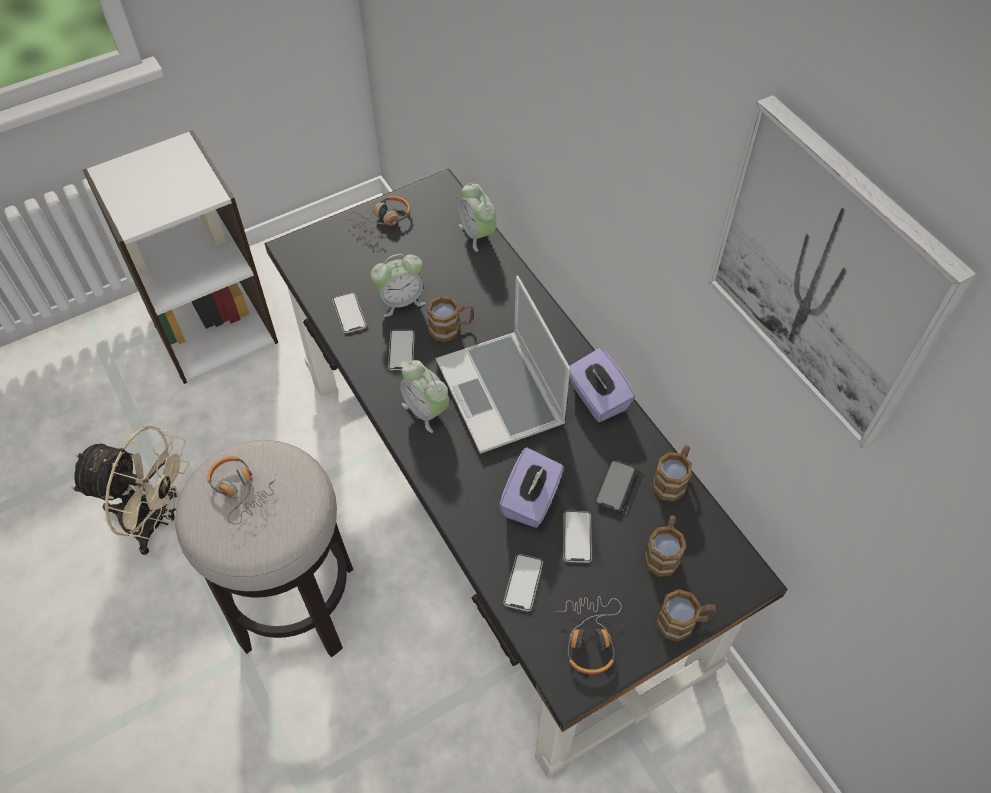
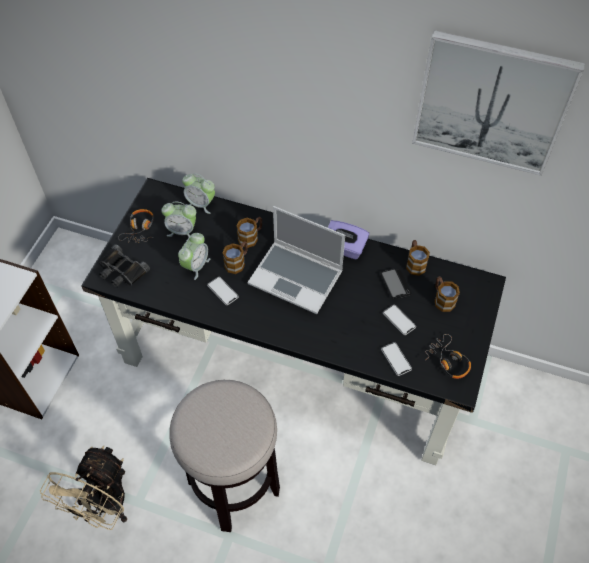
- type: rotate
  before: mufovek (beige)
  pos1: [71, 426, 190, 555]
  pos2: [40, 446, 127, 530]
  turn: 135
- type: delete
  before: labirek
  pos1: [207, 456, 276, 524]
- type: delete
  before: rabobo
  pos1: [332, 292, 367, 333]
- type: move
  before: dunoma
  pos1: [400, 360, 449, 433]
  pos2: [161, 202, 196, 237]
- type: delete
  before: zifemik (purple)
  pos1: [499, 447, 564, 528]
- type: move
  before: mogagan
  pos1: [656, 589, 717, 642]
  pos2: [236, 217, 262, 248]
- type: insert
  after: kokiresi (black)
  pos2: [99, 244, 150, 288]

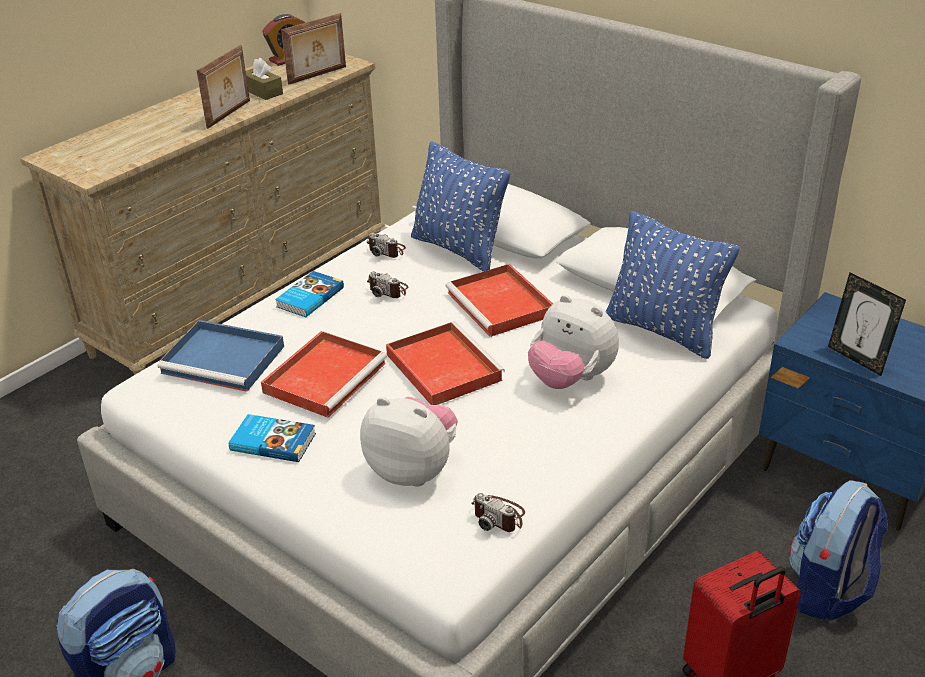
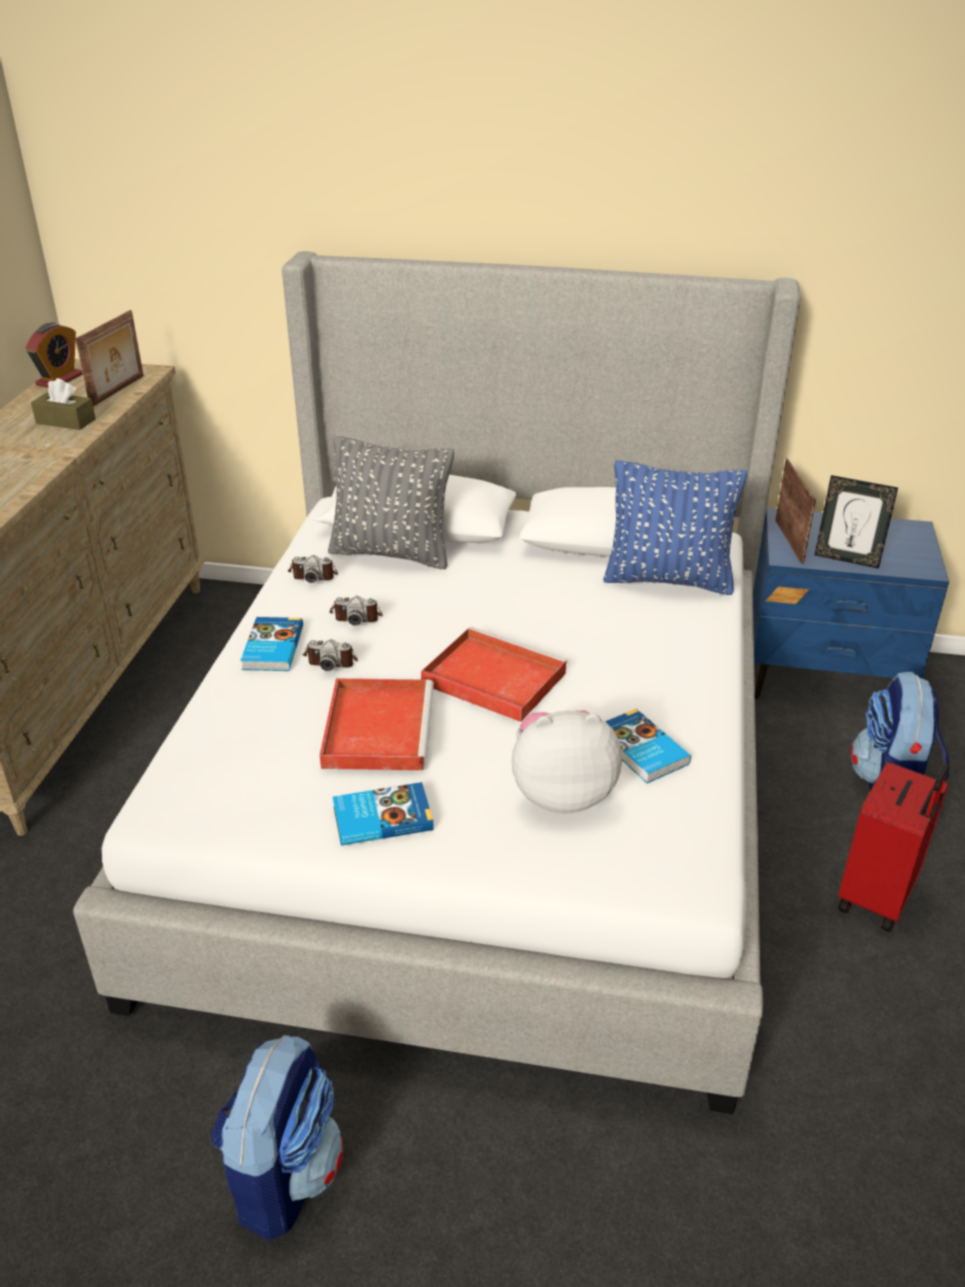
- type: delete
  before: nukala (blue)
  pos1: [158, 320, 284, 392]
- type: move
  before: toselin
  pos1: [196, 45, 250, 129]
  pos2: [775, 458, 816, 565]
- type: recolor
  before: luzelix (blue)
  after: luzelix (grey)
  pos1: [411, 141, 510, 271]
  pos2: [328, 436, 454, 569]
- type: delete
  before: nukala (red)
  pos1: [445, 264, 553, 337]
- type: move
  before: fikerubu
  pos1: [472, 493, 525, 532]
  pos2: [303, 639, 358, 671]
- type: delete
  before: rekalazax
  pos1: [528, 295, 619, 389]
- type: insert
  after: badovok
  pos2: [605, 709, 691, 783]

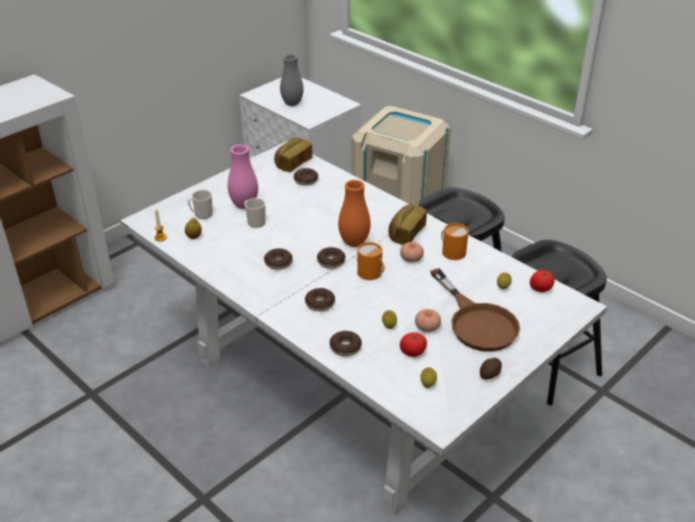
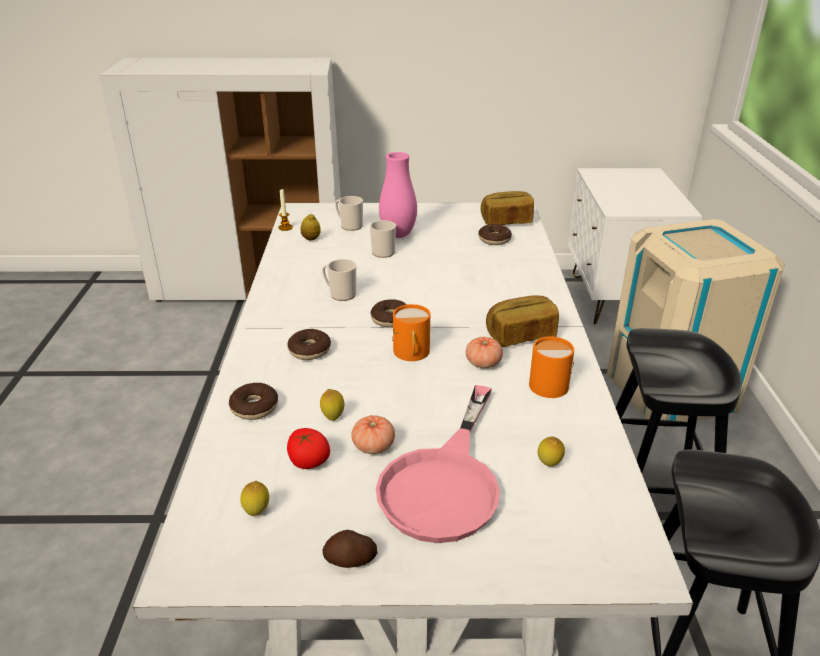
- type: replace
  before: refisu
  after: mogagan
  pos1: [264, 248, 293, 270]
  pos2: [322, 259, 356, 301]
- type: delete
  before: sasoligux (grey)
  pos1: [280, 54, 303, 106]
- type: delete
  before: sasoligux (orange)
  pos1: [338, 180, 371, 247]
- type: recolor
  before: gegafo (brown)
  after: gegafo (pink)
  pos1: [430, 268, 520, 352]
  pos2: [376, 385, 500, 543]
- type: delete
  before: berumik
  pos1: [530, 270, 555, 292]

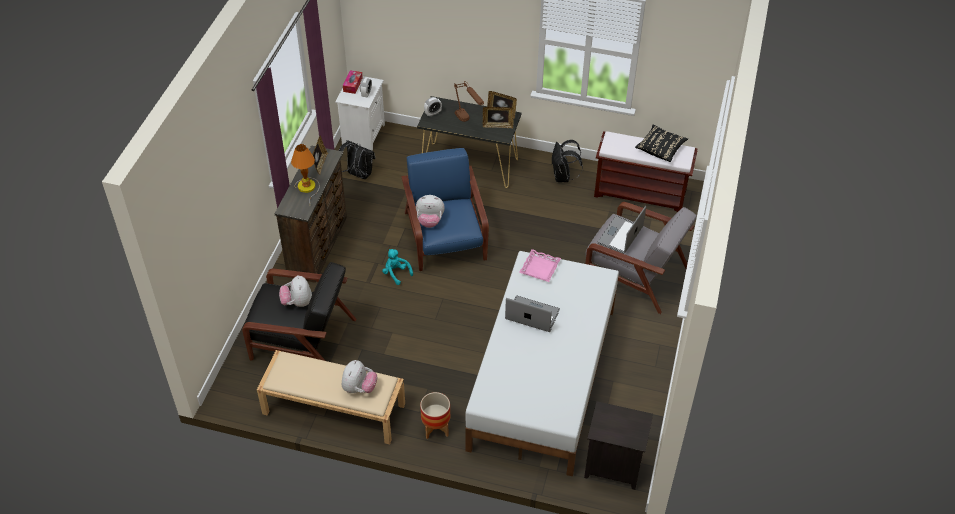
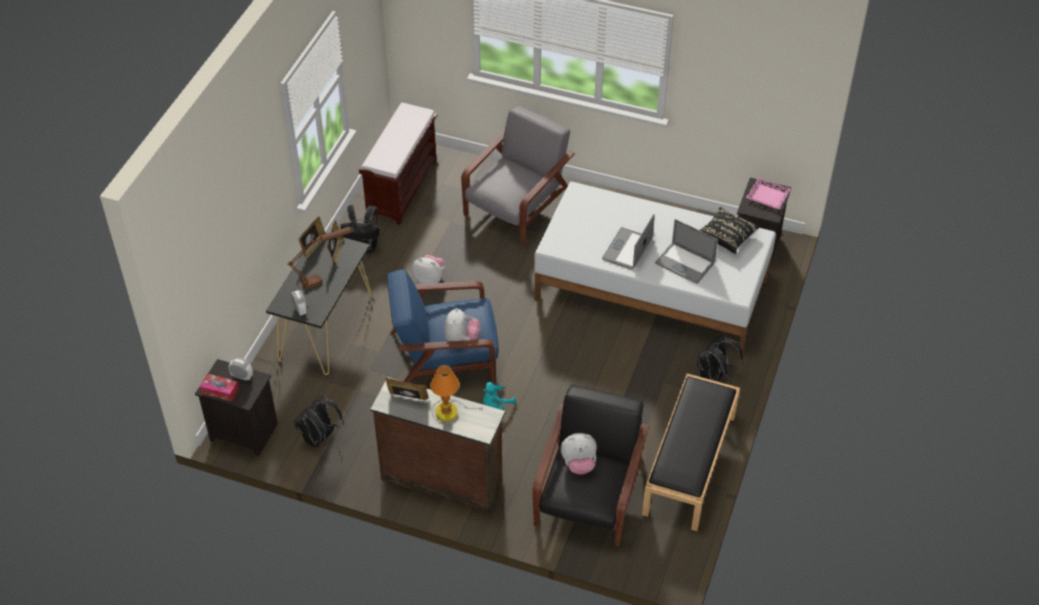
- type: recolor
  before: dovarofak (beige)
  after: dovarofak (black)
  pos1: [257, 350, 405, 444]
  pos2: [642, 373, 740, 531]
- type: recolor
  before: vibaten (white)
  after: vibaten (black)
  pos1: [335, 76, 385, 150]
  pos2: [195, 359, 278, 456]
- type: move
  before: rekalazax
  pos1: [342, 360, 377, 393]
  pos2: [412, 255, 445, 284]
- type: replace
  before: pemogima
  after: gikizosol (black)
  pos1: [420, 392, 450, 439]
  pos2: [697, 334, 743, 383]
- type: move
  before: nukala (pink)
  pos1: [519, 249, 561, 282]
  pos2: [746, 177, 791, 209]
- type: move
  before: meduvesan
  pos1: [597, 206, 646, 254]
  pos2: [655, 219, 718, 284]
- type: move
  before: luzelix (black)
  pos1: [635, 125, 688, 162]
  pos2: [700, 207, 759, 254]

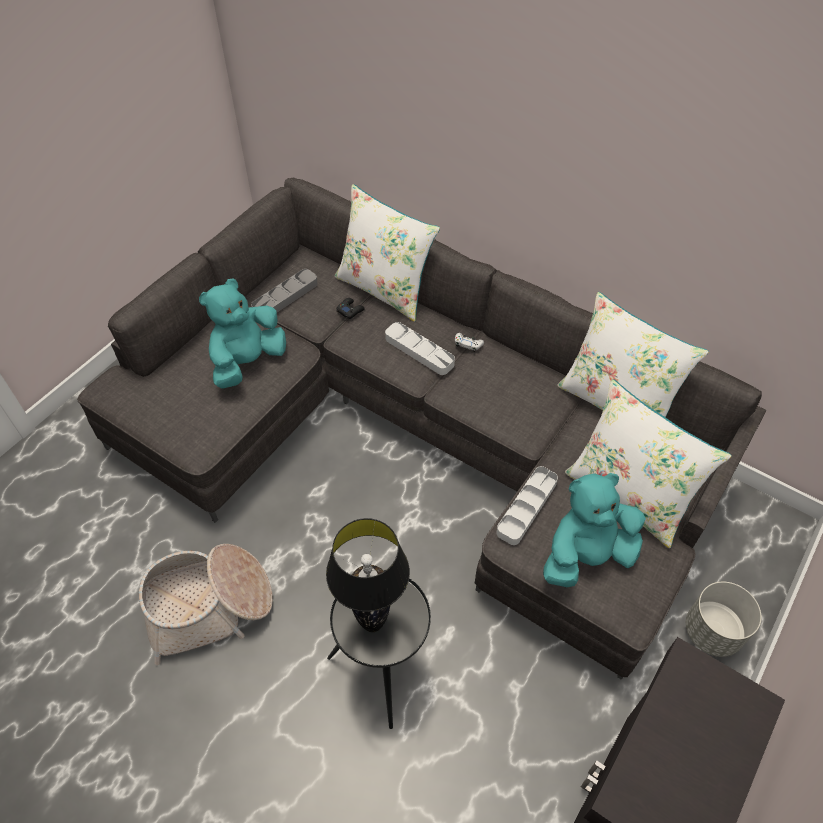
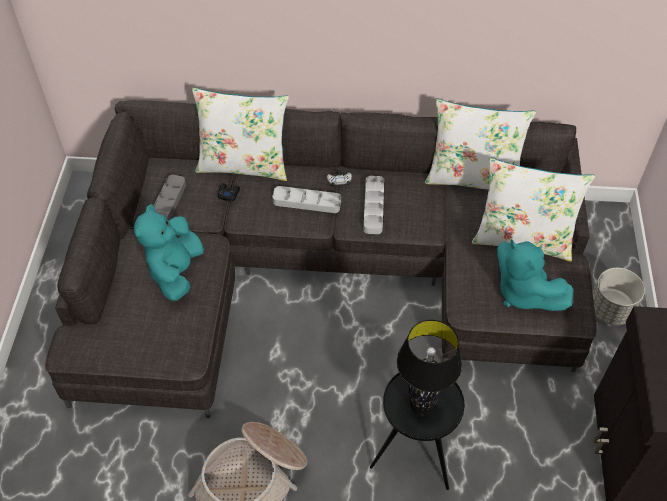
- type: move
  before: nukala (grey)
  pos1: [496, 466, 558, 545]
  pos2: [363, 176, 384, 234]
- type: rotate
  before: rekalazax (turquoise)
  pos1: [543, 473, 646, 587]
  pos2: [497, 239, 573, 311]
  turn: -75

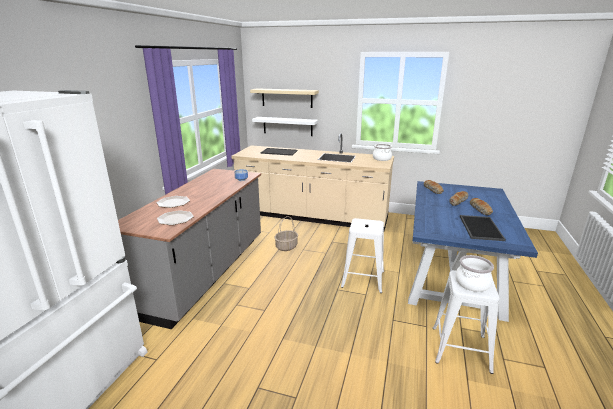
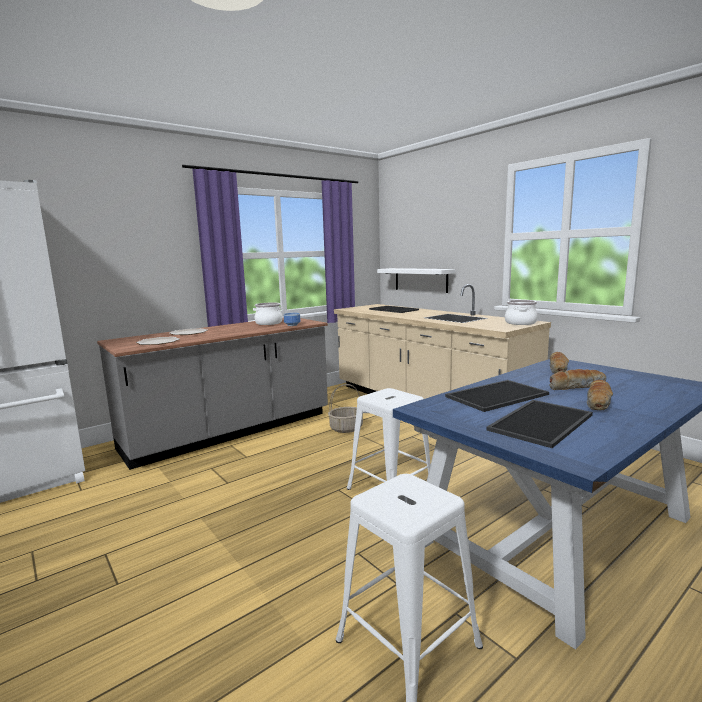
- type: delete
  before: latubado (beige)
  pos1: [250, 88, 319, 108]
- type: move
  before: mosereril
  pos1: [455, 255, 494, 292]
  pos2: [253, 302, 283, 325]
- type: insert
  after: nukala
  pos2: [445, 380, 549, 412]

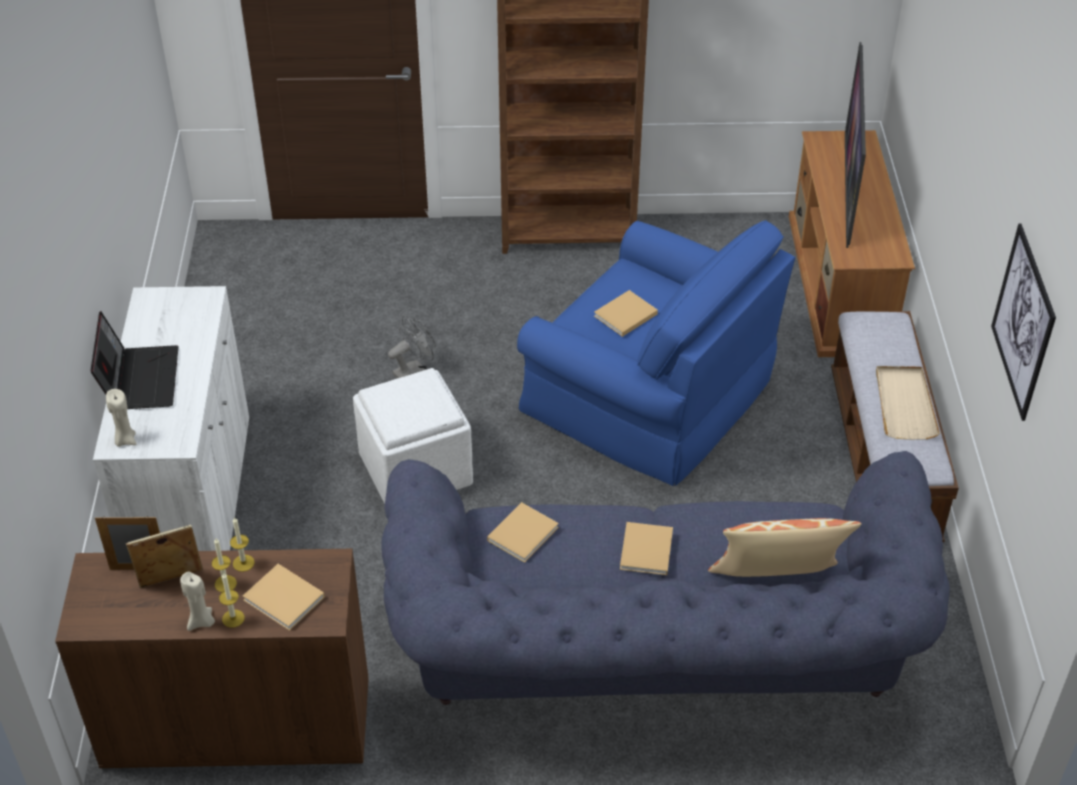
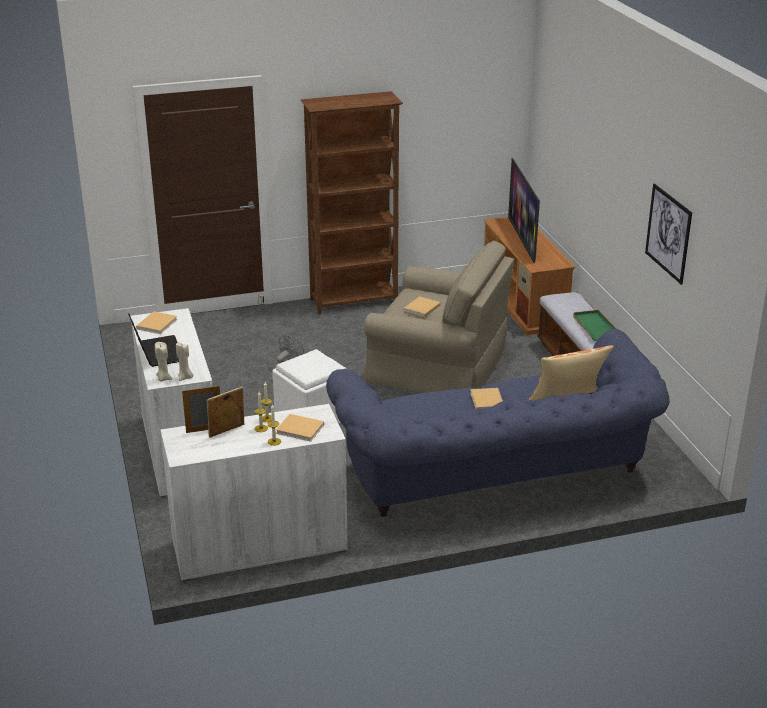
- type: recolor
  before: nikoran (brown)
  after: nikoran (white)
  pos1: [55, 549, 369, 770]
  pos2: [160, 404, 348, 582]
- type: move
  before: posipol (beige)
  pos1: [180, 571, 215, 631]
  pos2: [176, 342, 193, 381]
- type: move
  before: badovok (beige)
  pos1: [487, 502, 559, 563]
  pos2: [136, 311, 178, 334]
- type: recolor
  before: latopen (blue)
  after: latopen (beige)
  pos1: [517, 220, 795, 486]
  pos2: [363, 240, 514, 393]
- type: recolor
  before: nukala (beige)
  after: nukala (green)
  pos1: [876, 366, 940, 440]
  pos2: [573, 310, 616, 341]

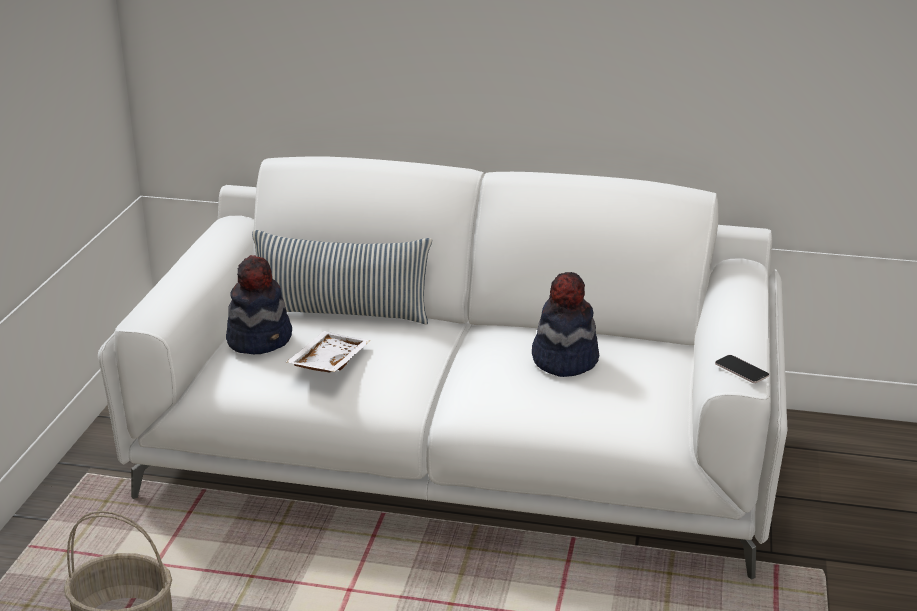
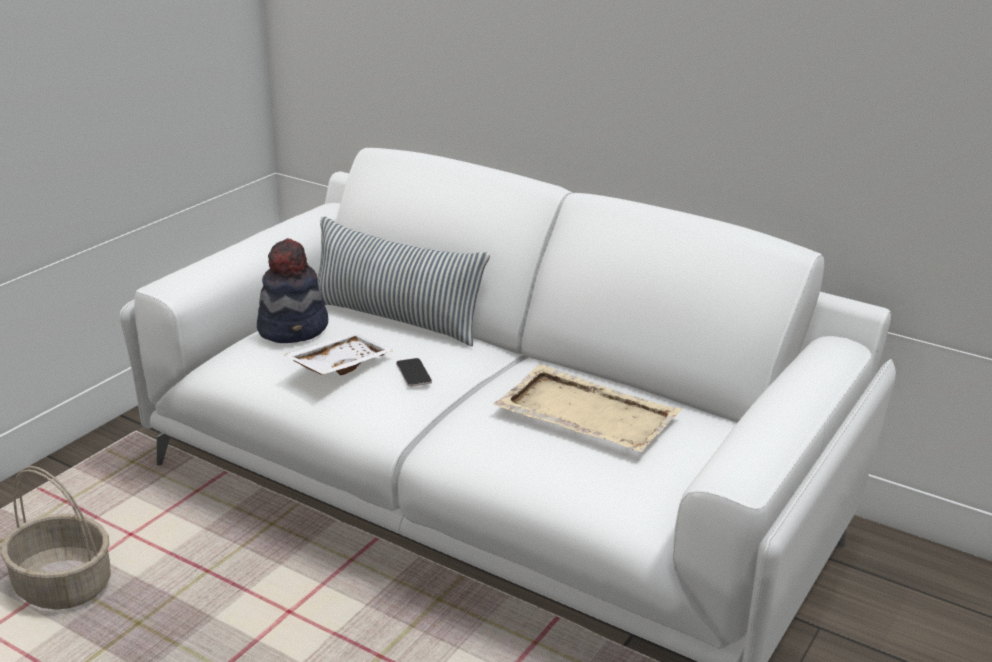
- type: replace
  before: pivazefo
  after: nukala (beige)
  pos1: [532, 272, 599, 377]
  pos2: [493, 364, 682, 452]
- type: move
  before: rabobo
  pos1: [715, 355, 769, 383]
  pos2: [396, 358, 432, 387]

